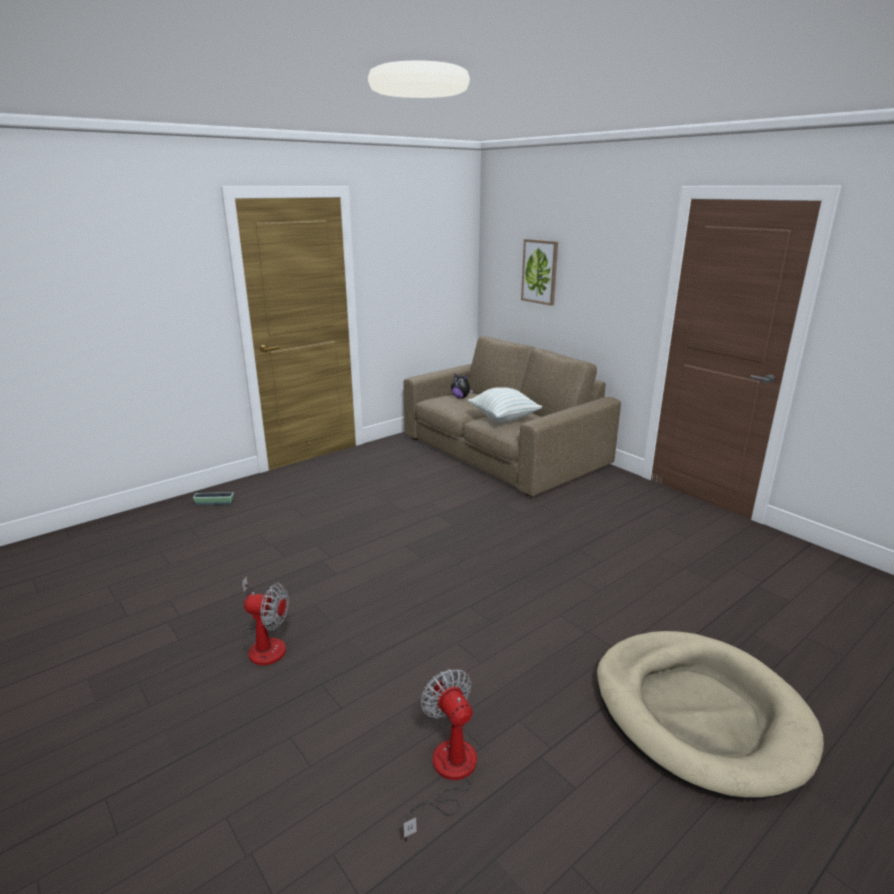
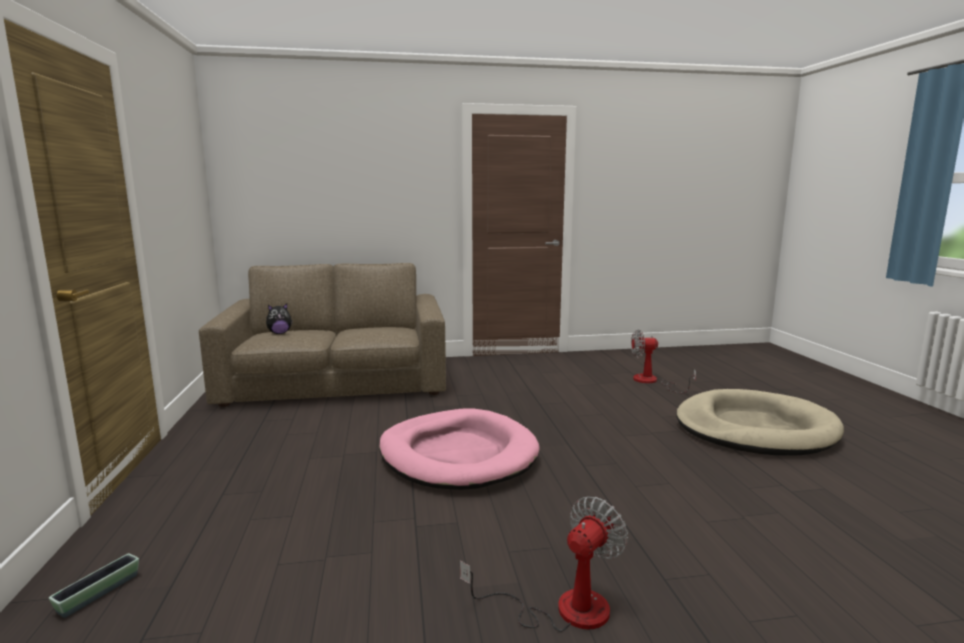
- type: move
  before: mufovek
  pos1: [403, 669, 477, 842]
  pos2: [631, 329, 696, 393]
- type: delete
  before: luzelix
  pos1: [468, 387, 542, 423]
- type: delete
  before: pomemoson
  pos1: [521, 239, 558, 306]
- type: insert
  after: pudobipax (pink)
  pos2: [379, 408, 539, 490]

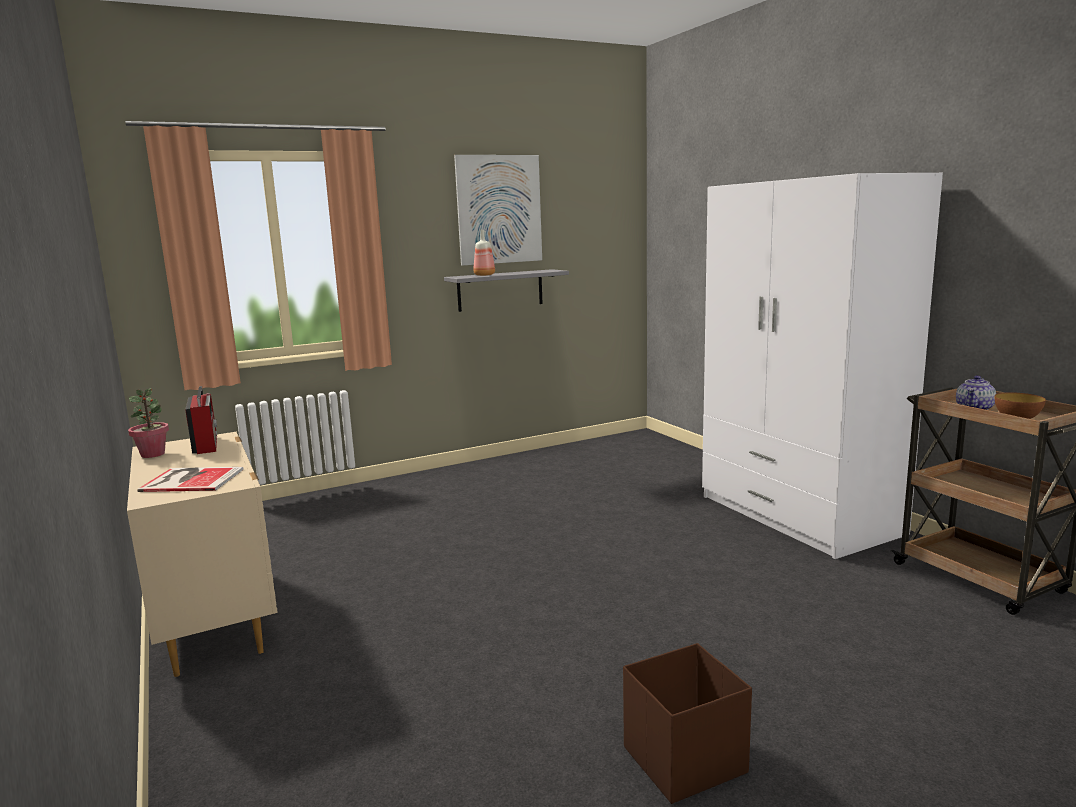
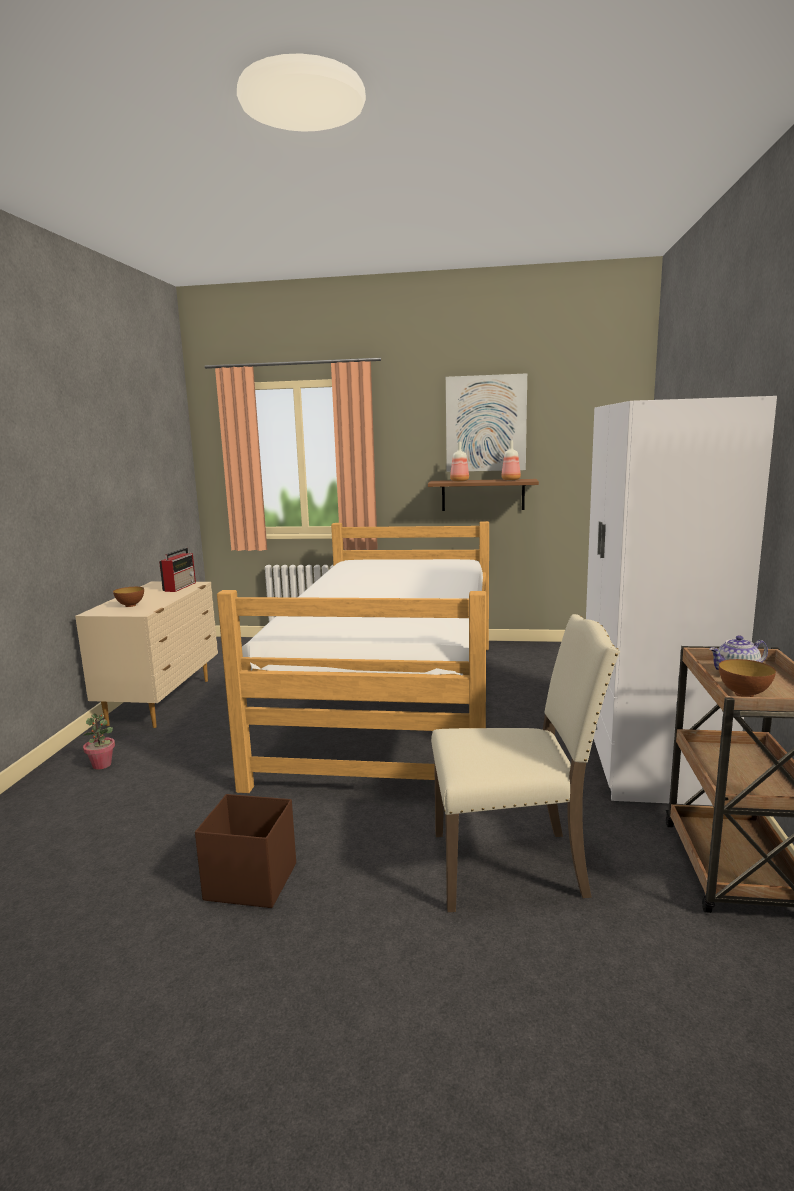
- type: move
  before: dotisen
  pos1: [128, 388, 169, 458]
  pos2: [83, 713, 115, 770]
- type: replace
  before: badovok
  after: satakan
  pos1: [137, 467, 244, 492]
  pos2: [113, 587, 144, 607]
- type: recolor
  before: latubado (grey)
  after: latubado (brown)
  pos1: [444, 269, 569, 312]
  pos2: [428, 479, 539, 511]
- type: insert
  after: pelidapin
  pos2: [217, 521, 489, 793]
- type: insert
  after: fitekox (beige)
  pos2: [431, 614, 620, 912]
- type: insert
  after: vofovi
  pos2: [501, 440, 521, 480]

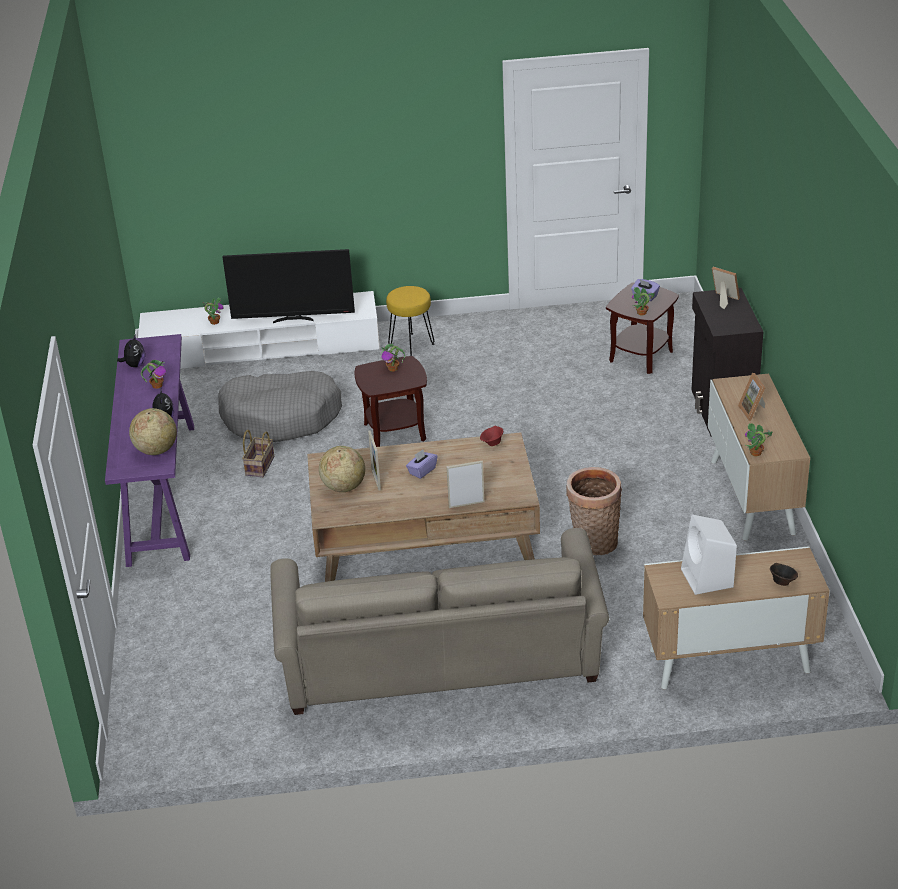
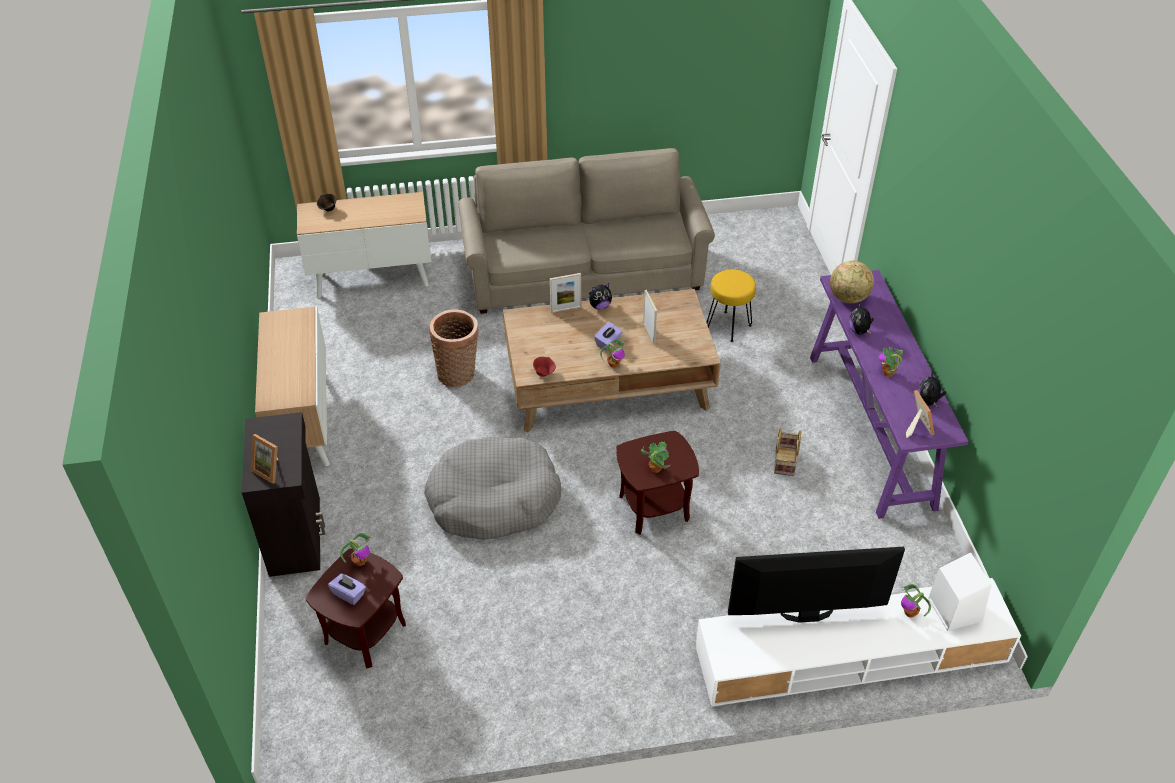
- type: move
  before: pudobipax (grey)
  pos1: [218, 371, 342, 442]
  pos2: [424, 437, 561, 540]
- type: delete
  before: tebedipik
  pos1: [319, 446, 365, 492]
- type: move
  before: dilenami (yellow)
  pos1: [386, 286, 434, 356]
  pos2: [707, 269, 756, 342]
- type: move
  before: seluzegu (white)
  pos1: [681, 514, 737, 595]
  pos2: [928, 552, 991, 631]
- type: move
  before: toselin
  pos1: [738, 373, 765, 421]
  pos2: [906, 390, 935, 438]
- type: move
  before: dotisen
  pos1: [745, 423, 773, 456]
  pos2: [600, 339, 625, 368]
- type: insert
  after: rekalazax
  pos2: [589, 283, 612, 309]

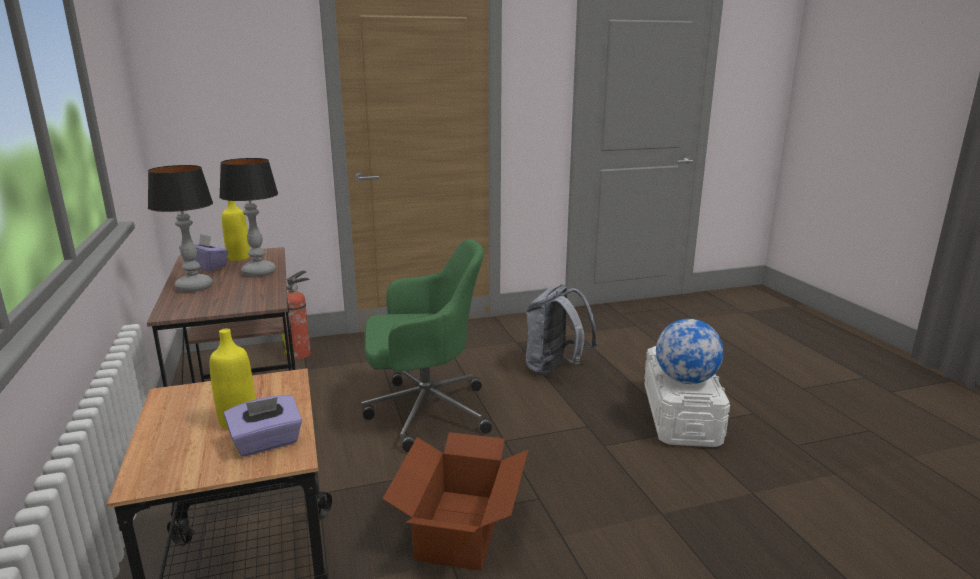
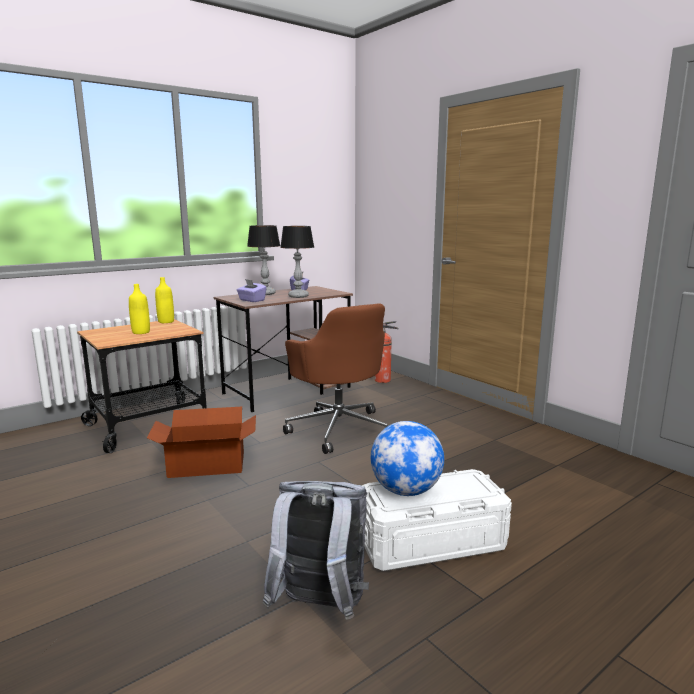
- type: move
  before: vofovi (yellow)
  pos1: [222, 201, 250, 261]
  pos2: [155, 277, 174, 323]
- type: move
  before: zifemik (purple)
  pos1: [224, 395, 302, 457]
  pos2: [237, 279, 267, 302]
- type: recolor
  before: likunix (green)
  after: likunix (brown)
  pos1: [361, 239, 492, 452]
  pos2: [283, 303, 388, 454]
- type: move
  before: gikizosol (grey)
  pos1: [526, 284, 598, 375]
  pos2: [263, 481, 369, 620]

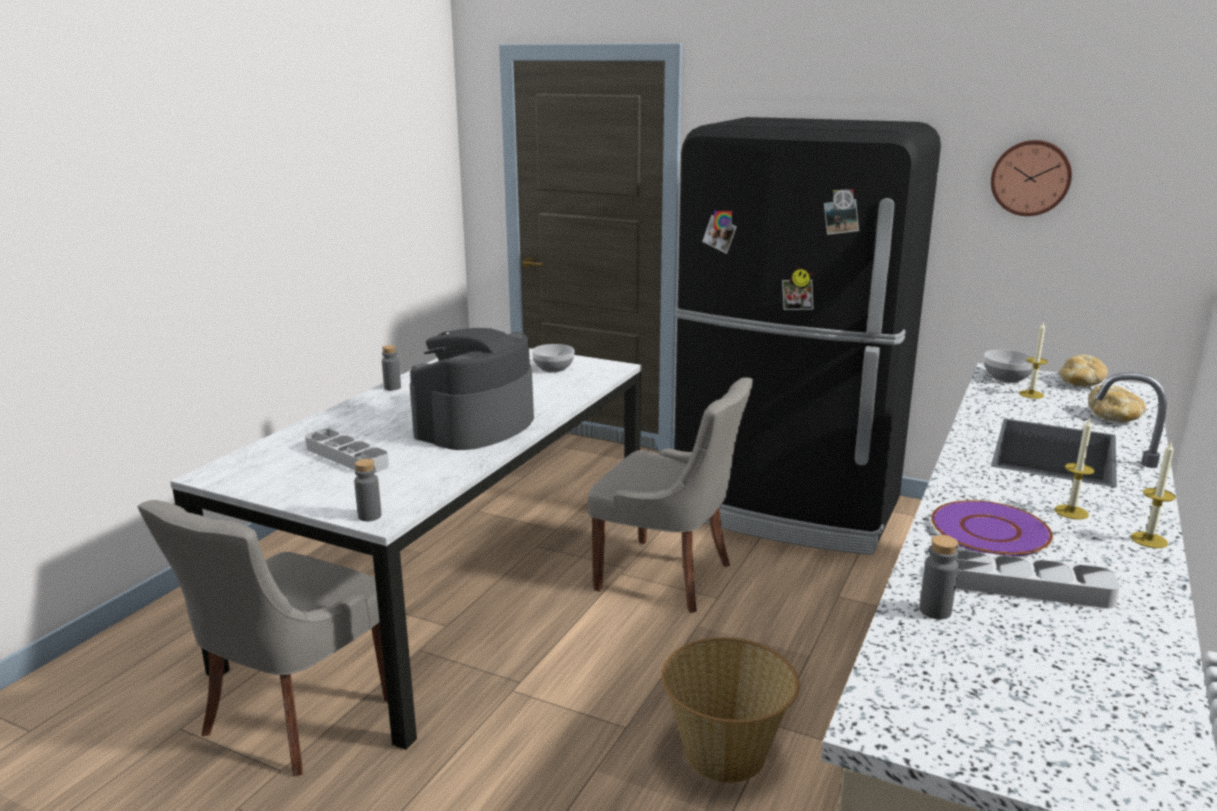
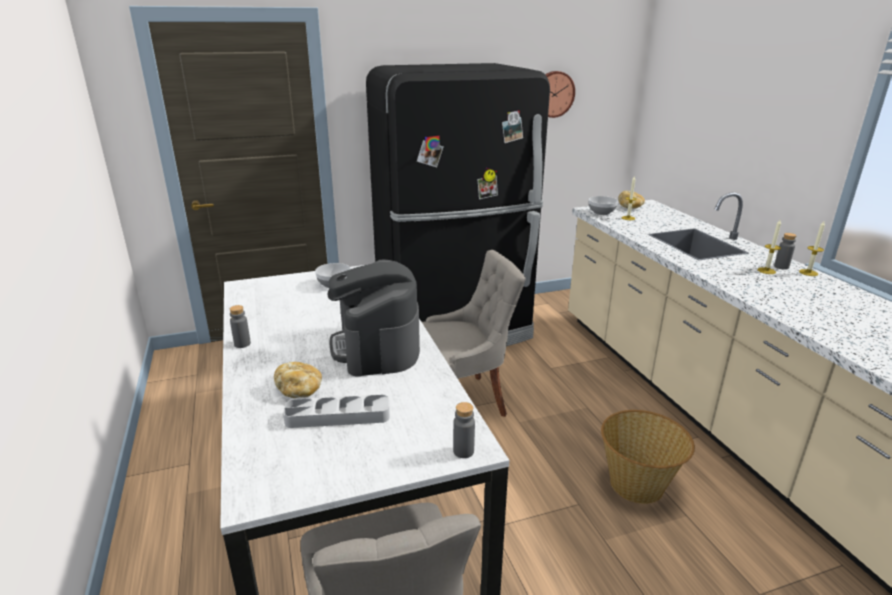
- type: move
  before: vofovi (grey)
  pos1: [920, 535, 959, 620]
  pos2: [774, 233, 797, 270]
- type: delete
  before: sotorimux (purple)
  pos1: [931, 500, 1053, 556]
- type: delete
  before: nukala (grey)
  pos1: [955, 550, 1120, 608]
- type: move
  before: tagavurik
  pos1: [1088, 385, 1146, 422]
  pos2: [274, 362, 322, 398]

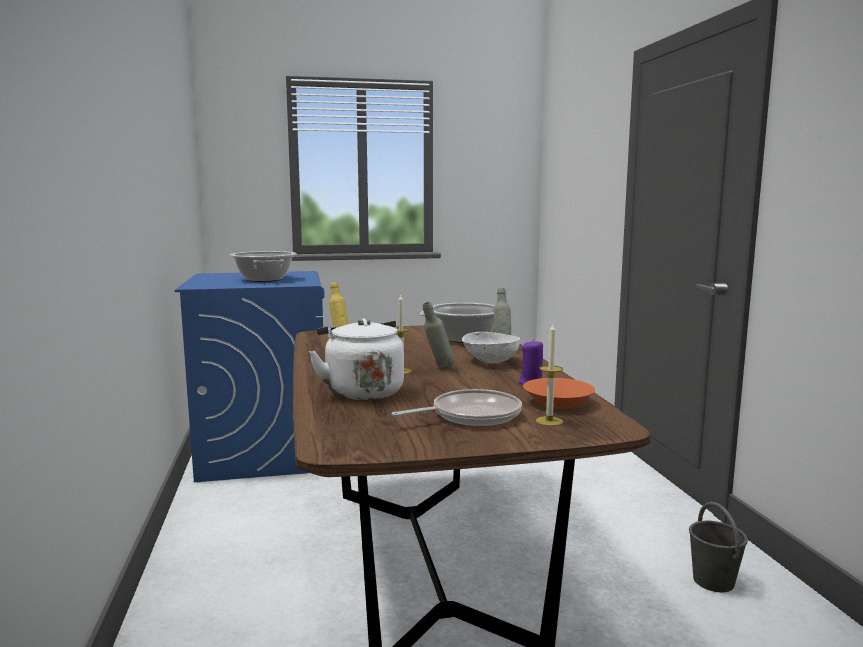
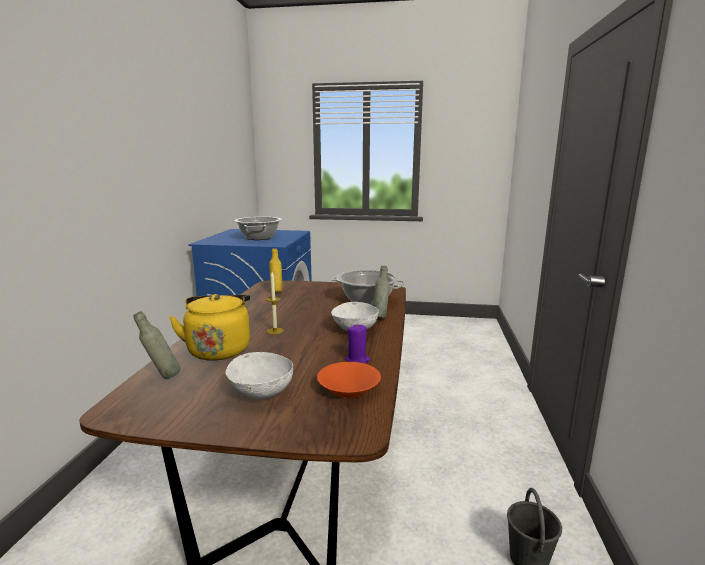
- type: recolor
  before: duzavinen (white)
  after: duzavinen (yellow)
  pos1: [309, 318, 404, 401]
  pos2: [169, 294, 250, 361]
- type: replace
  before: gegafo
  after: satakan (white)
  pos1: [392, 389, 522, 426]
  pos2: [225, 352, 293, 399]
- type: move
  before: vofovi (grey)
  pos1: [423, 302, 455, 369]
  pos2: [133, 311, 180, 379]
- type: delete
  before: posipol
  pos1: [536, 324, 563, 426]

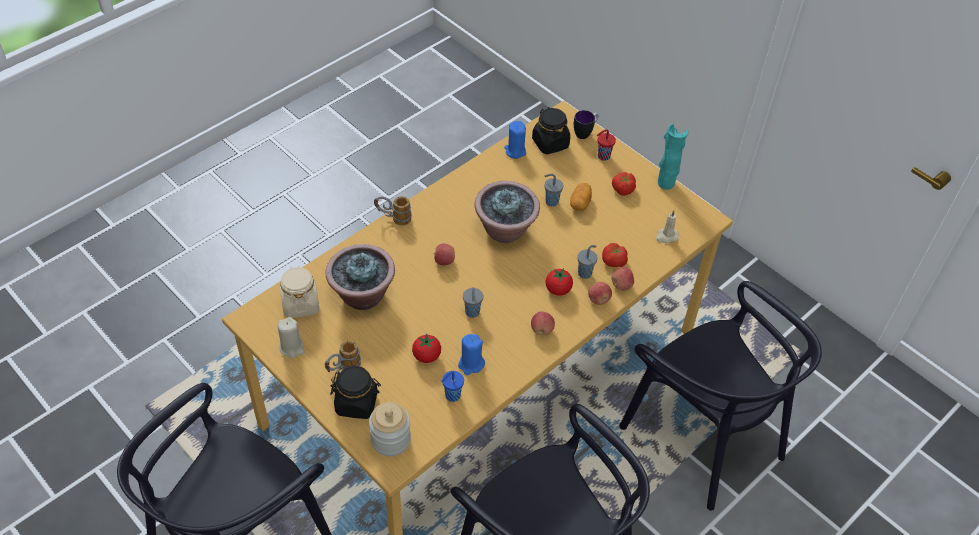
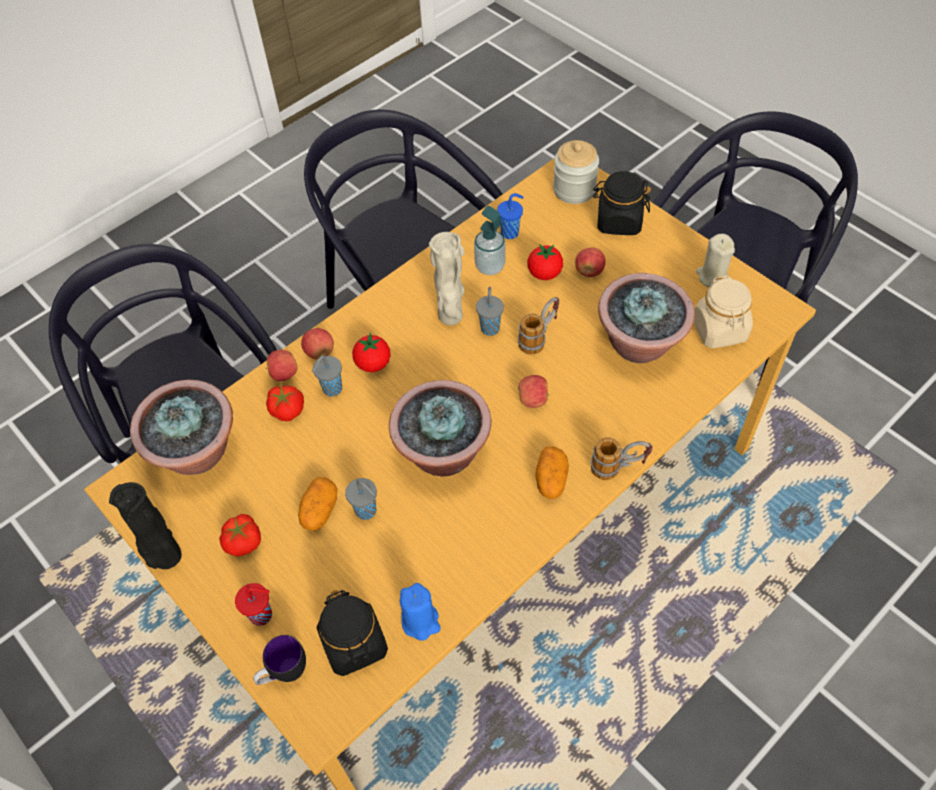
- type: move
  before: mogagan
  pos1: [325, 341, 361, 372]
  pos2: [518, 297, 559, 355]
- type: replace
  before: posipol (blue)
  after: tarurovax
  pos1: [458, 334, 485, 375]
  pos2: [474, 206, 505, 275]
- type: move
  before: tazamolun
  pos1: [531, 311, 555, 335]
  pos2: [575, 247, 606, 277]
- type: replace
  before: posipol (beige)
  after: dotisen
  pos1: [656, 210, 679, 243]
  pos2: [130, 380, 233, 475]
- type: recolor
  before: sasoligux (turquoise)
  after: sasoligux (black)
  pos1: [658, 124, 688, 190]
  pos2: [109, 482, 182, 569]
- type: insert
  after: sasoligux (beige)
  pos2: [429, 232, 464, 325]
- type: insert
  after: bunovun
  pos2: [535, 446, 569, 499]

